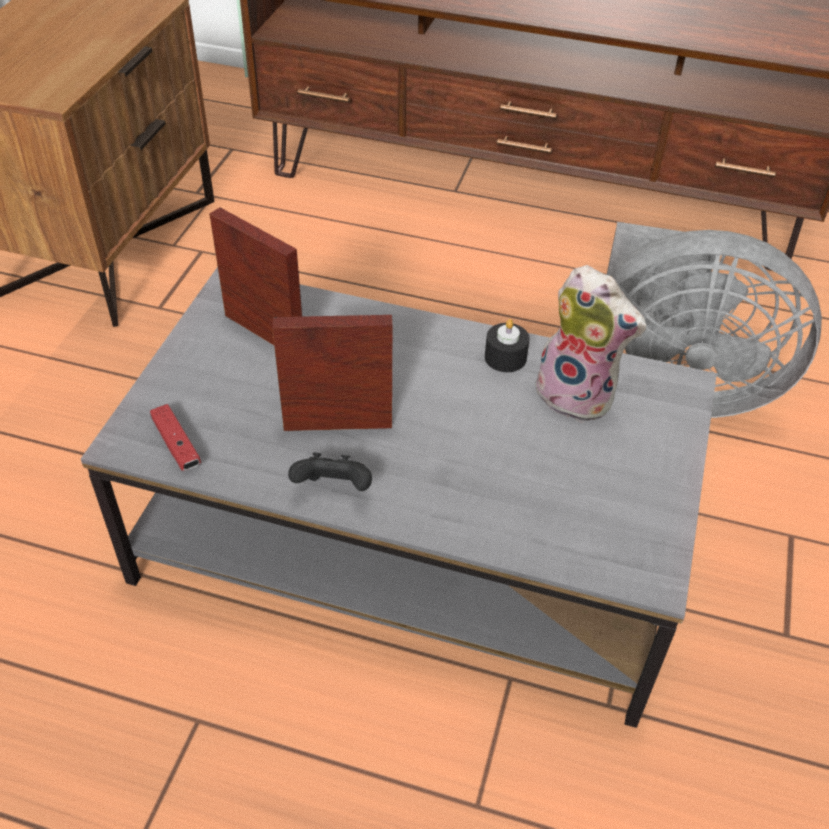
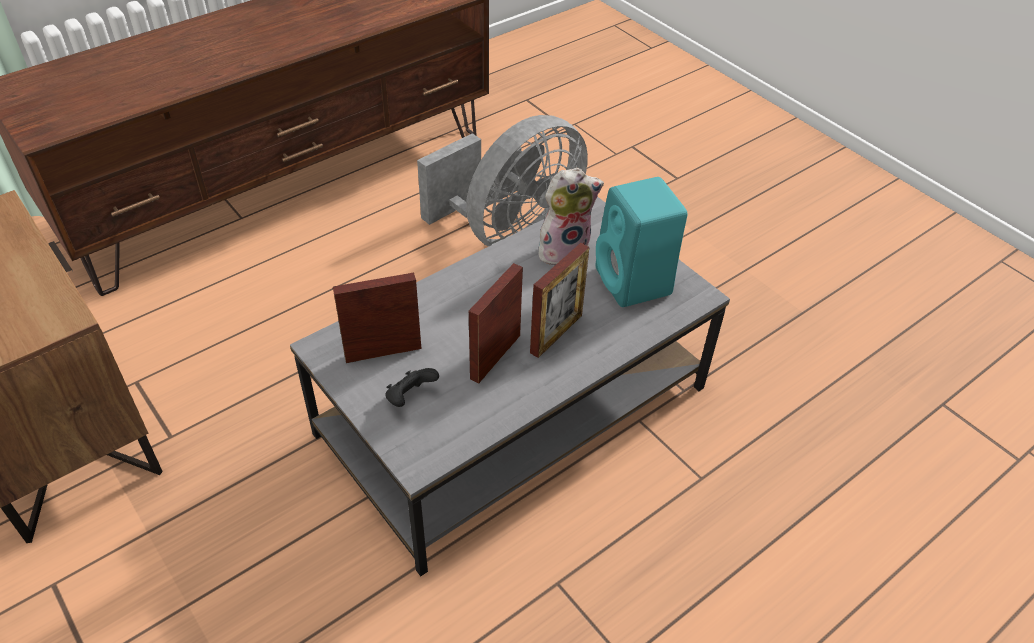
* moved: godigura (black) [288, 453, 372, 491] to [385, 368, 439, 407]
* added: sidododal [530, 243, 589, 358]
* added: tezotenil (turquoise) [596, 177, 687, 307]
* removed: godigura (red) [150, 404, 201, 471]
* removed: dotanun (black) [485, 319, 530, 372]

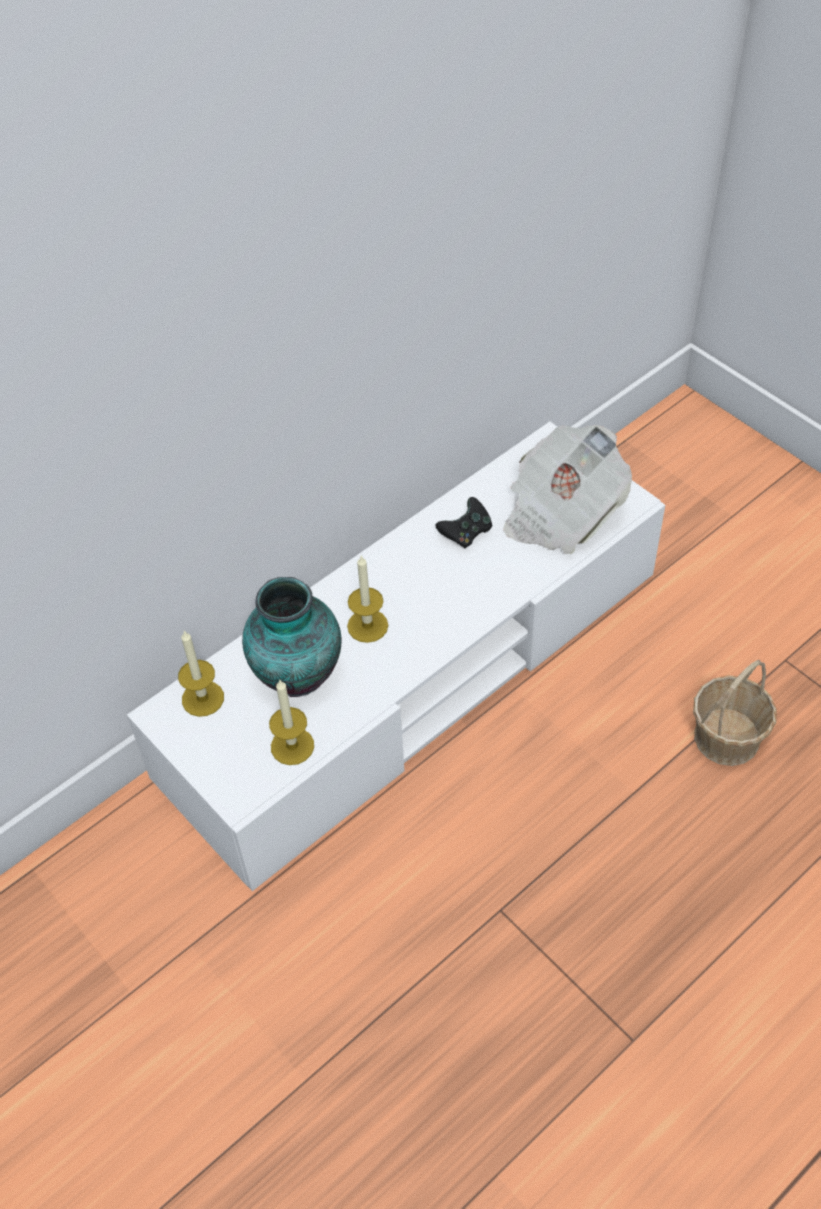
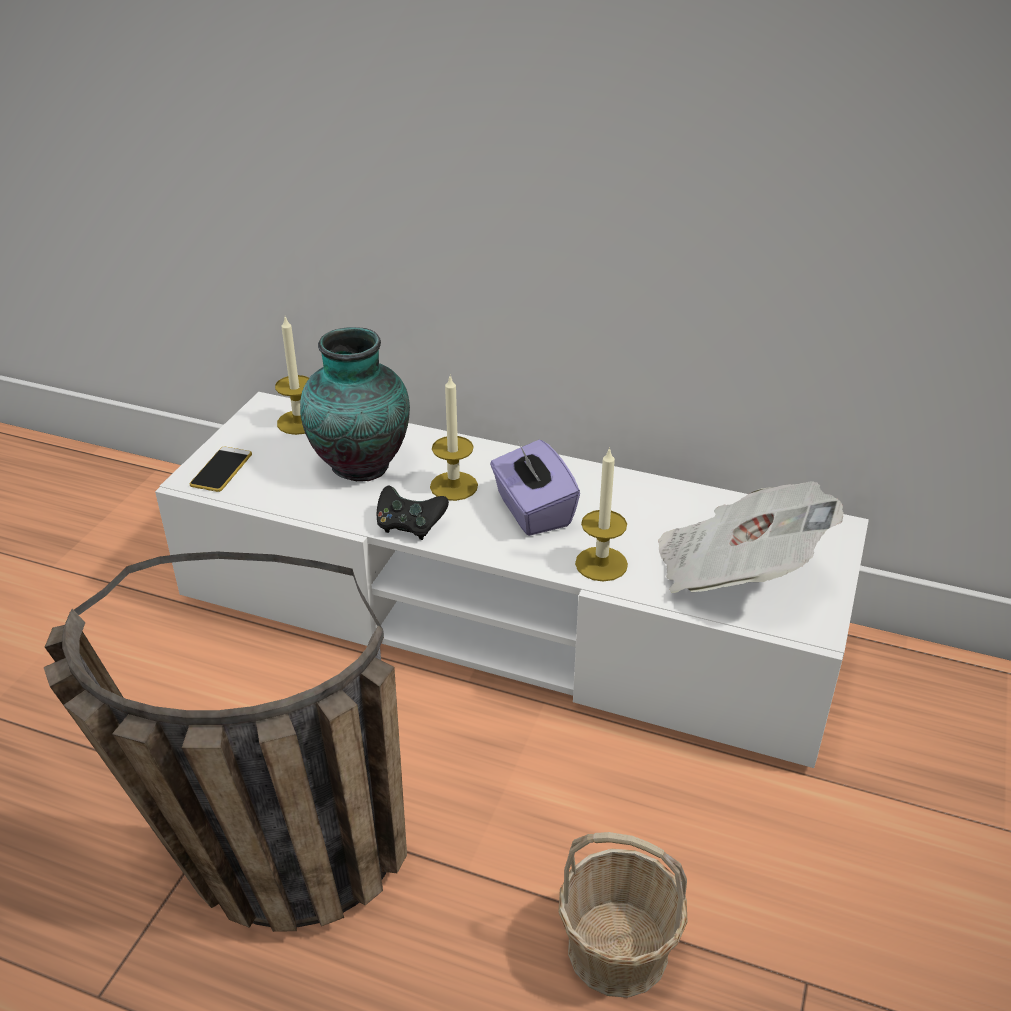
* added: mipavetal [44, 552, 407, 932]
* added: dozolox [190, 447, 252, 492]
* moved: godigura (black) [435, 497, 492, 548] to [377, 485, 449, 540]
* added: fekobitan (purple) [490, 440, 580, 536]
* moved: dotanun [269, 679, 314, 765] to [575, 447, 628, 581]

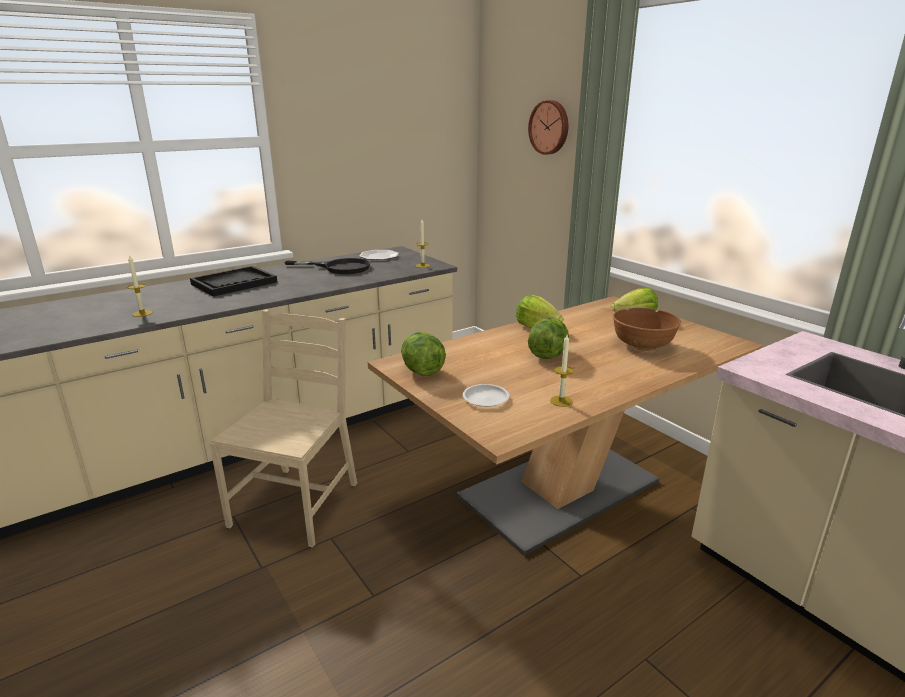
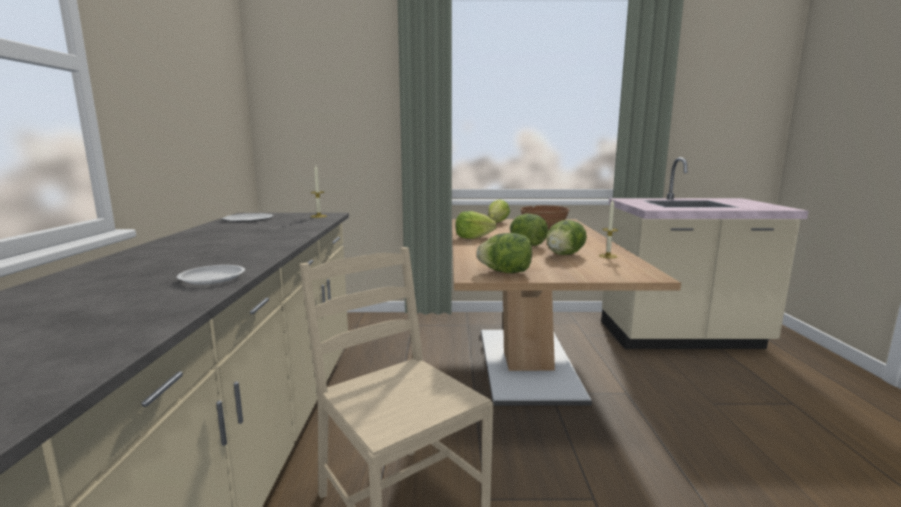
* moved: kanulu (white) [463, 384, 510, 407] to [177, 265, 245, 285]
* added: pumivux [546, 220, 587, 255]
* removed: dotanun [128, 254, 153, 317]
* removed: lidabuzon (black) [190, 266, 277, 297]
* removed: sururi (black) [284, 258, 370, 274]
* removed: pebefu [528, 100, 568, 155]

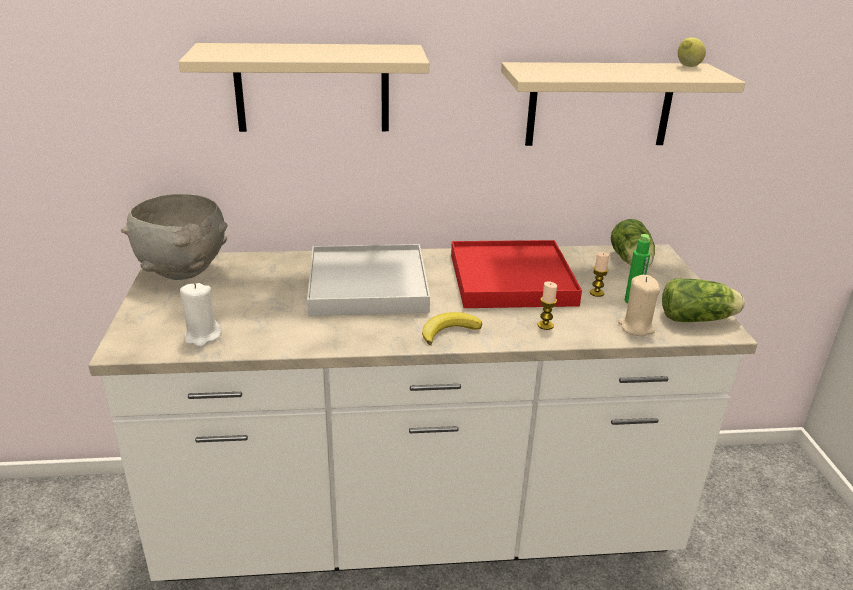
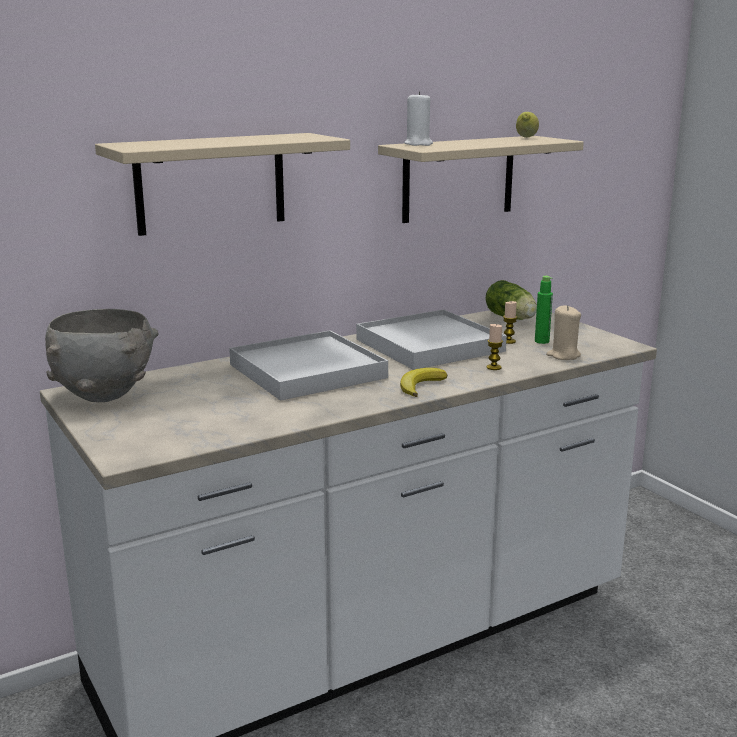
* recoloured: lidabuzon (red) [451, 240, 582, 308] to lidabuzon (white) [356, 310, 507, 370]
* moved: dotanun (white) [180, 283, 222, 347] to [404, 91, 433, 146]
* removed: pumivux [662, 279, 745, 322]

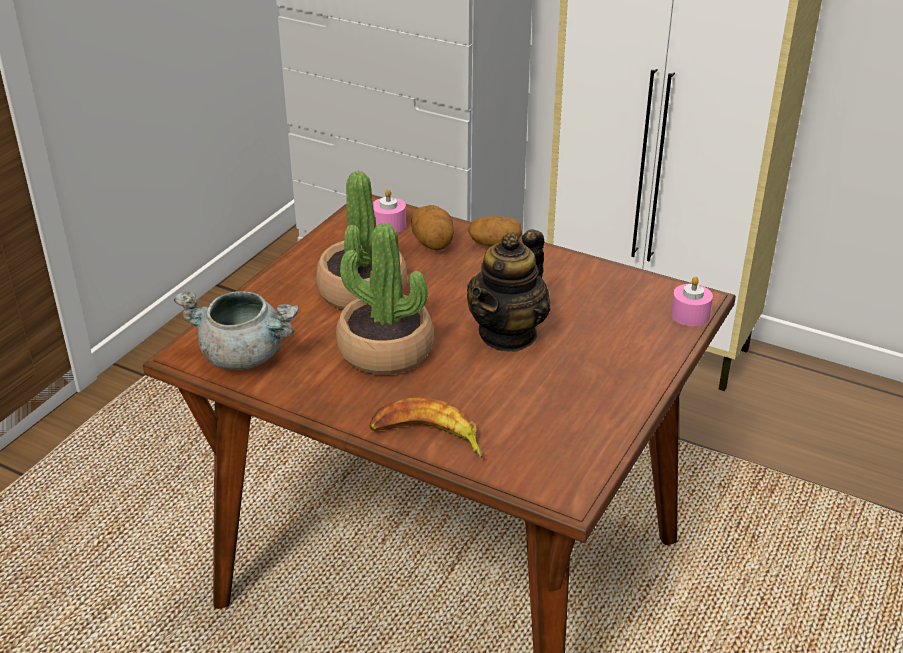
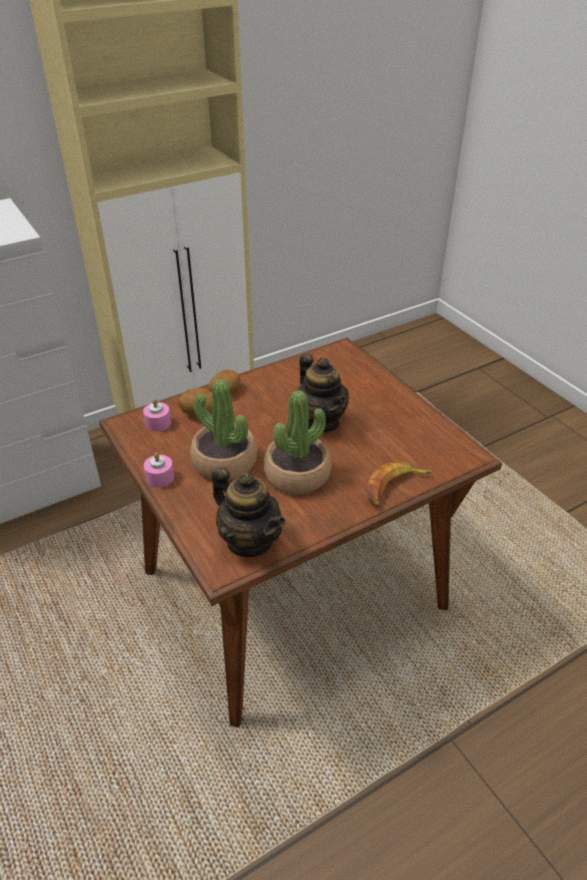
* moved: dotanun (pink) [671, 276, 713, 326] to [144, 452, 174, 487]
* replaced: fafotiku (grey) [174, 291, 299, 370] to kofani [211, 466, 285, 557]

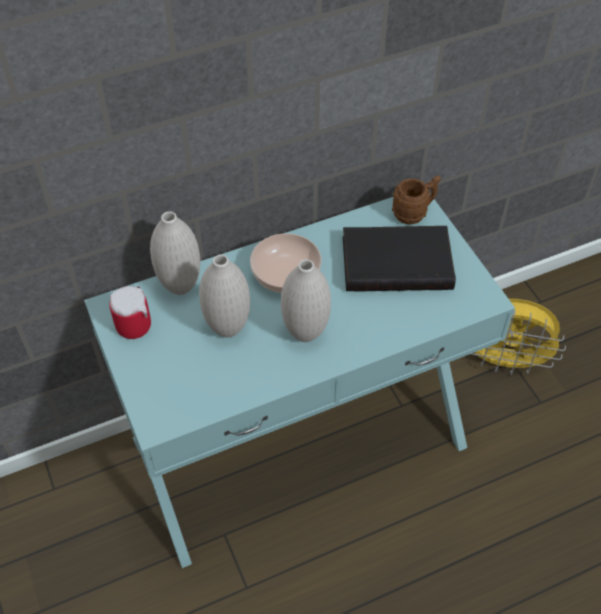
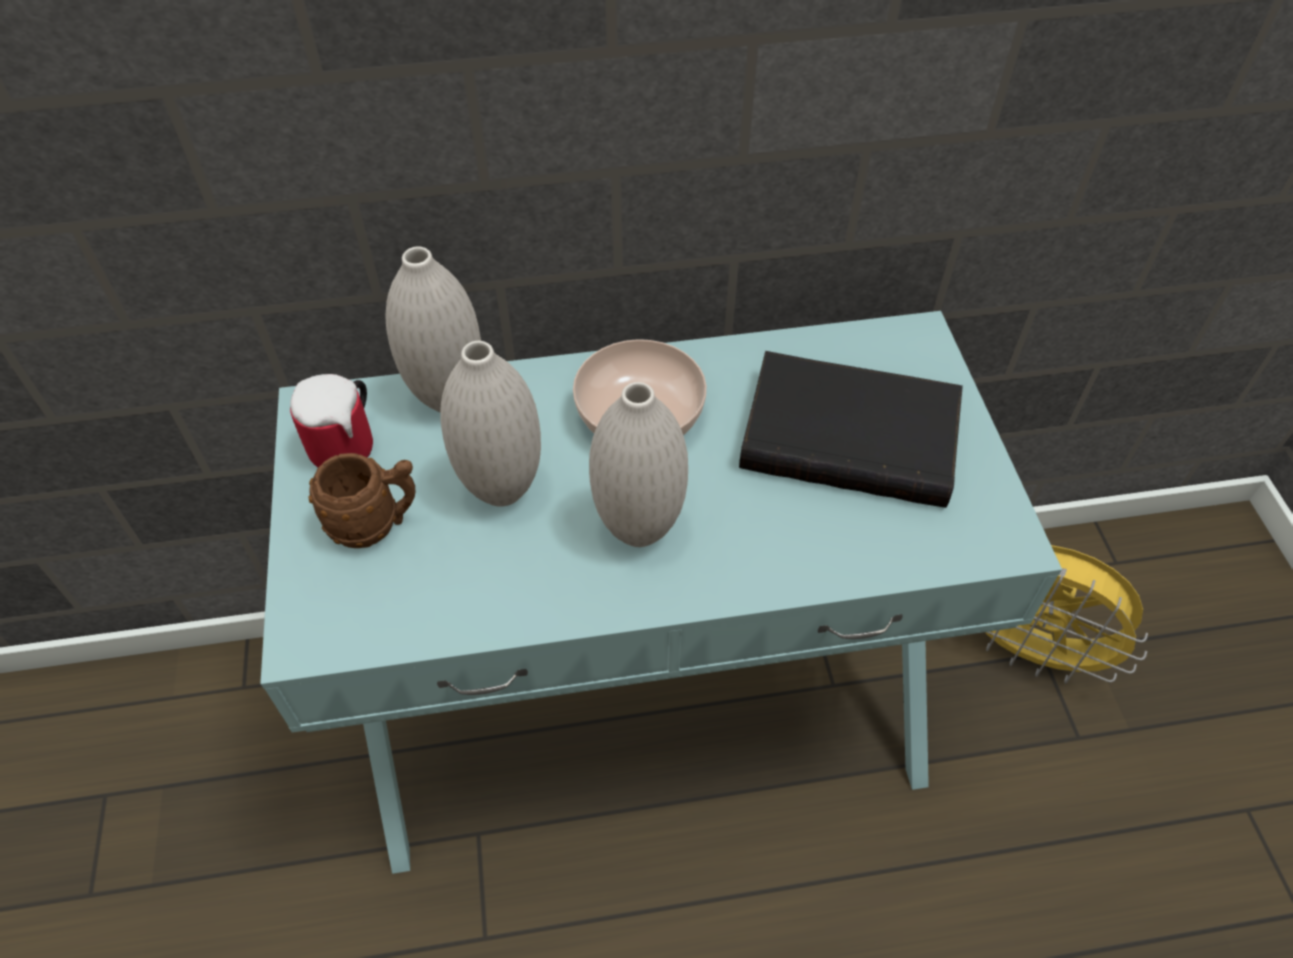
* moved: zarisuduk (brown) [392, 176, 441, 224] to [308, 453, 415, 548]

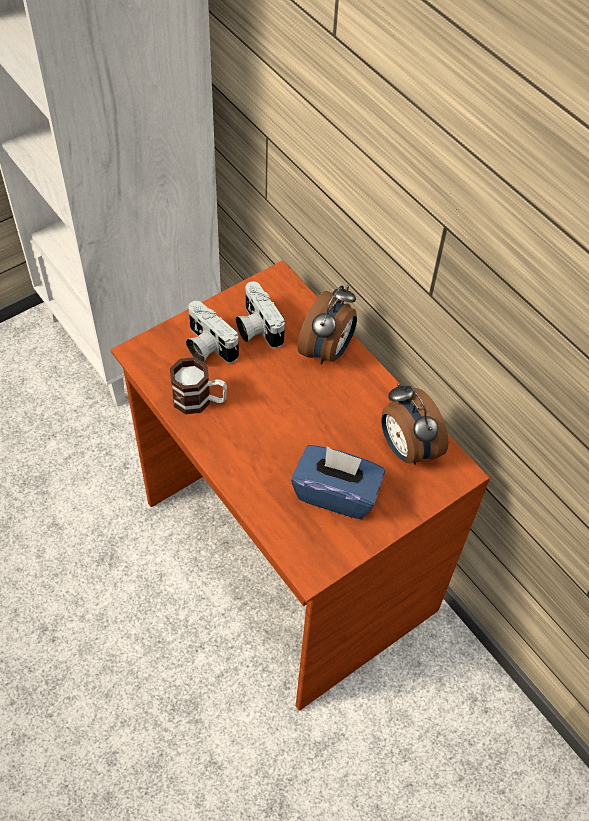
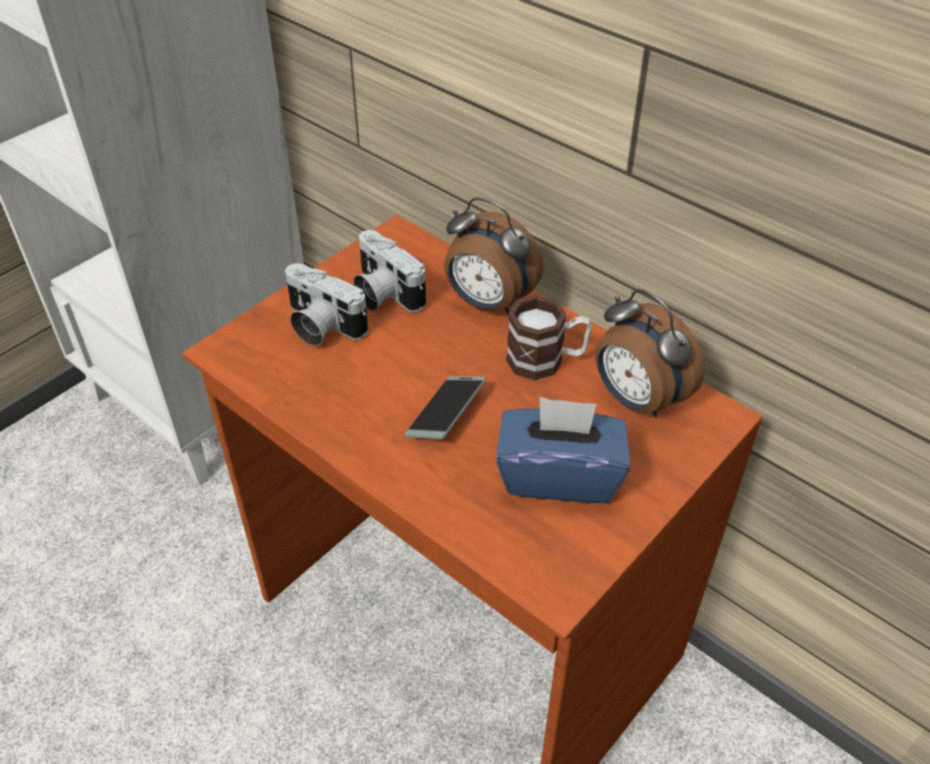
* added: dozolox [405, 376, 486, 439]
* turned: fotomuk [297, 285, 357, 365] = [444, 197, 544, 314] 105 degrees clockwise
* moved: zarisuduk [170, 357, 227, 414] to [506, 295, 592, 380]

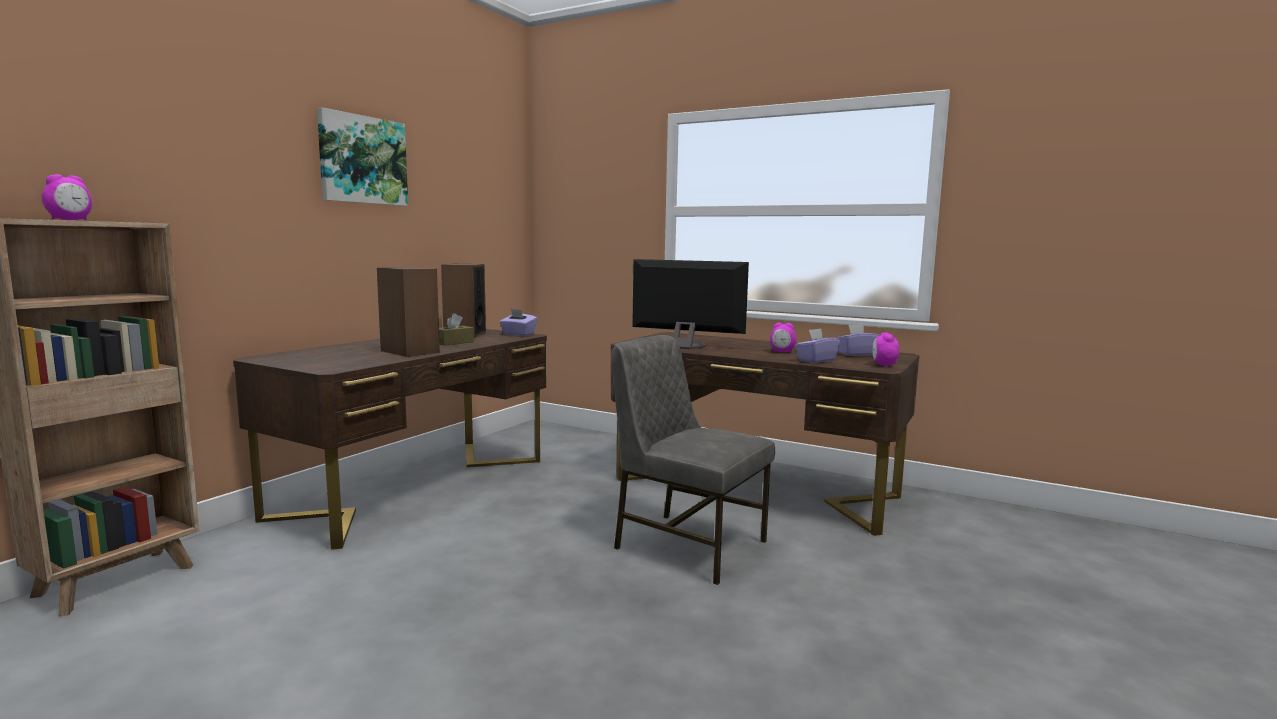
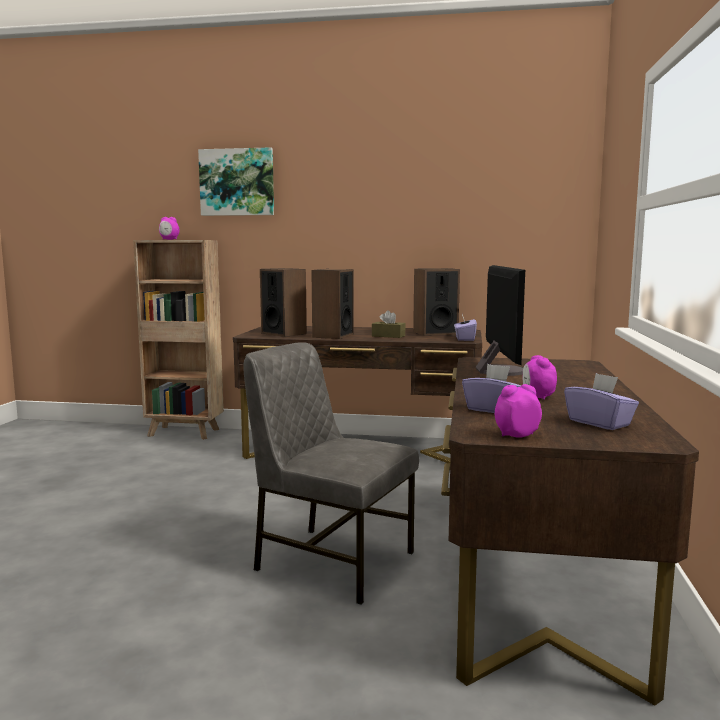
* moved: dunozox [317, 107, 408, 206] to [198, 147, 274, 216]
* turned: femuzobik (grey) [612, 335, 775, 585] = [243, 342, 419, 605] 75 degrees counterclockwise
* added: tezotenil [260, 268, 307, 337]

